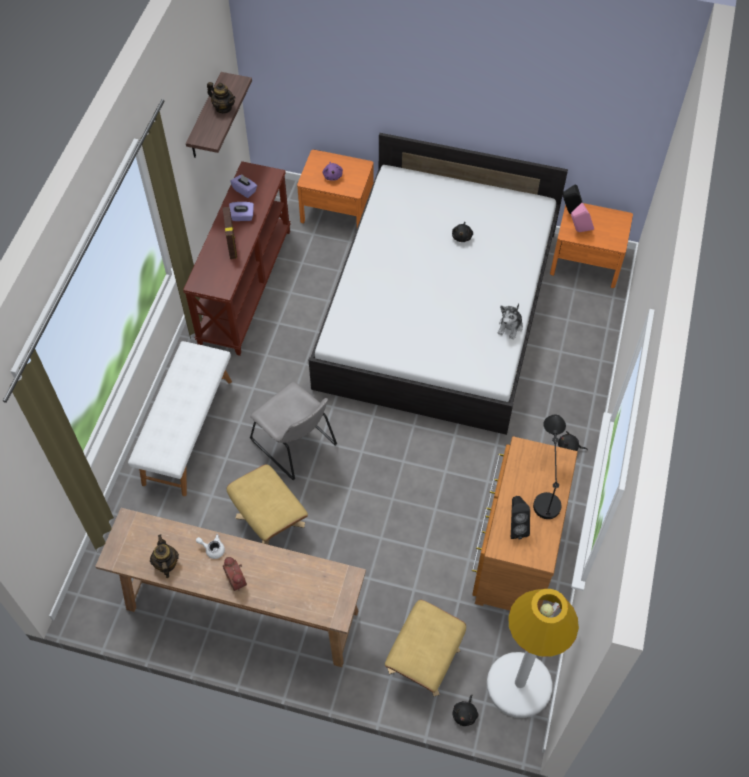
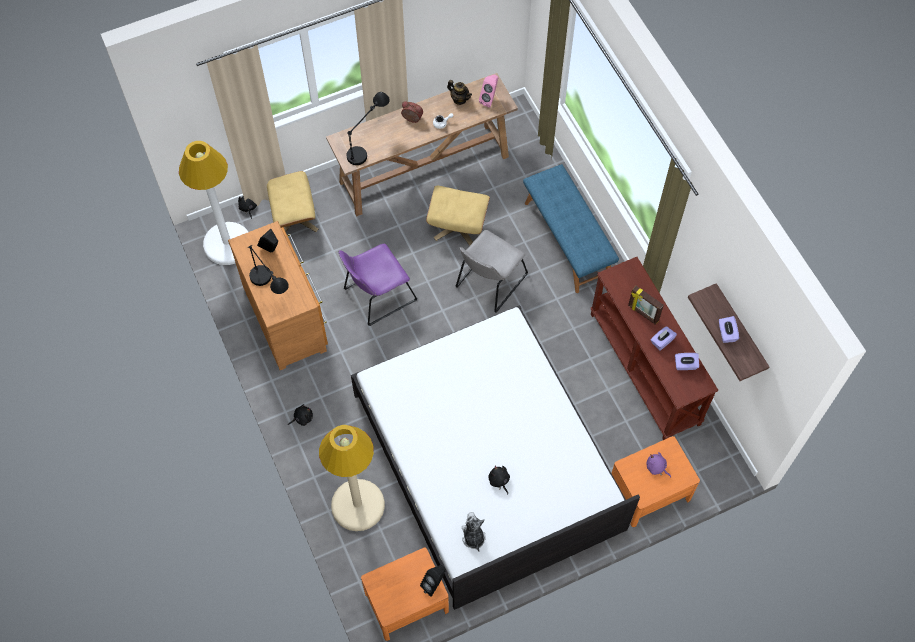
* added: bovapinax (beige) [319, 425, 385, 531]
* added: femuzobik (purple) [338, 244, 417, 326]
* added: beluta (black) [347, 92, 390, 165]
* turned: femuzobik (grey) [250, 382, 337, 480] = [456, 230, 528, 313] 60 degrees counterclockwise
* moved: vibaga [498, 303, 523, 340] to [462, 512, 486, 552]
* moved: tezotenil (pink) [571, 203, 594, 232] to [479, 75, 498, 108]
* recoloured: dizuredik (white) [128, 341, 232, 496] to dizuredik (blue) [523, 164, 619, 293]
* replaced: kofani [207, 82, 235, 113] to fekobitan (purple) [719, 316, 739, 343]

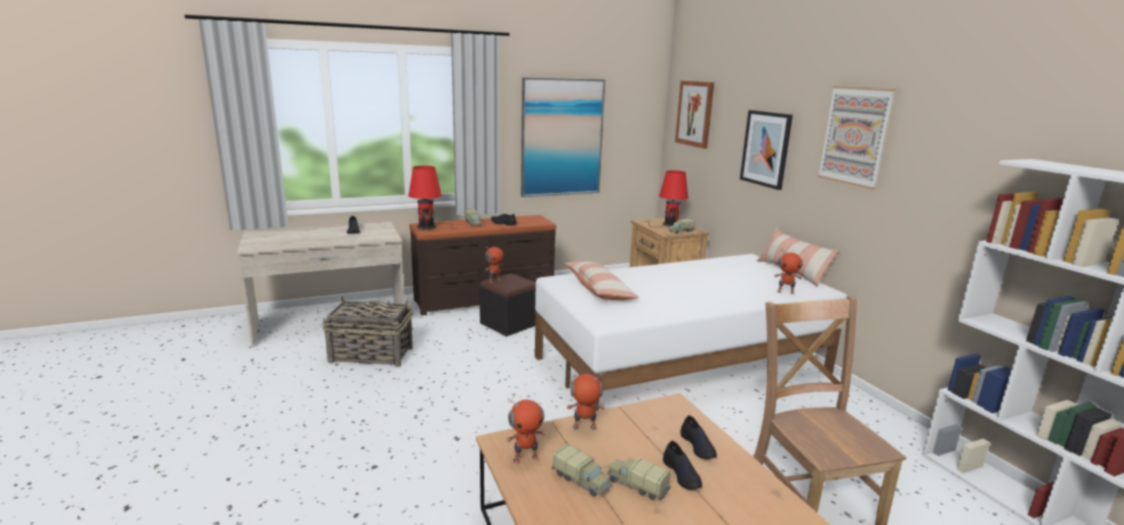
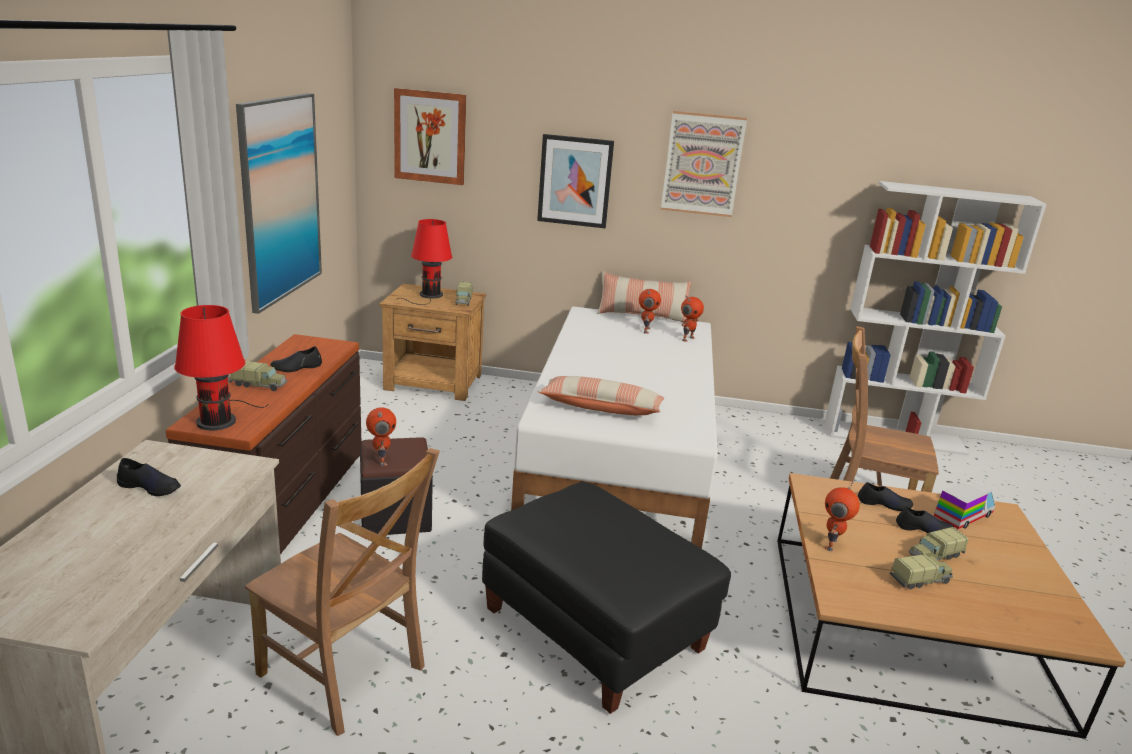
* replaced: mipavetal [322, 296, 413, 367] to femuzobik (brown) [245, 448, 440, 736]
* added: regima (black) [482, 482, 731, 714]
* moved: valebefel [506, 399, 546, 464] to [639, 289, 661, 334]
* added: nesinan [934, 482, 995, 529]

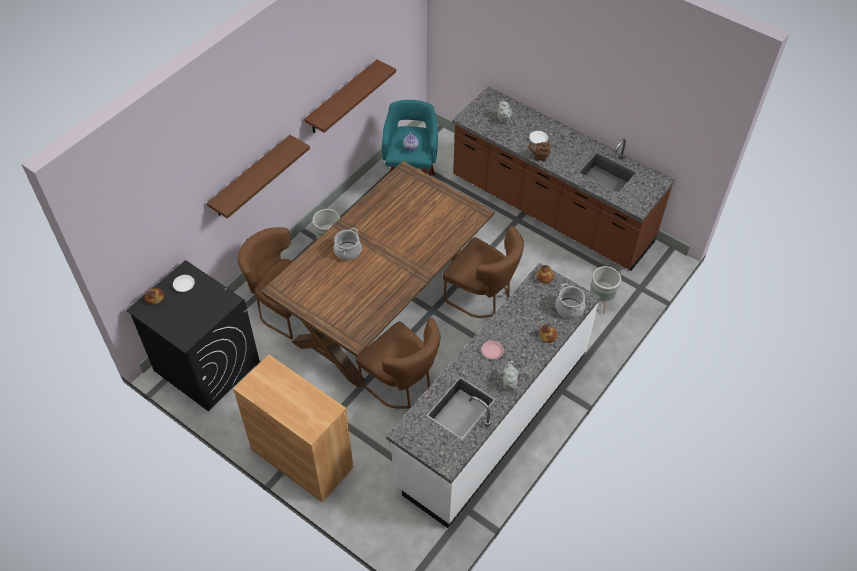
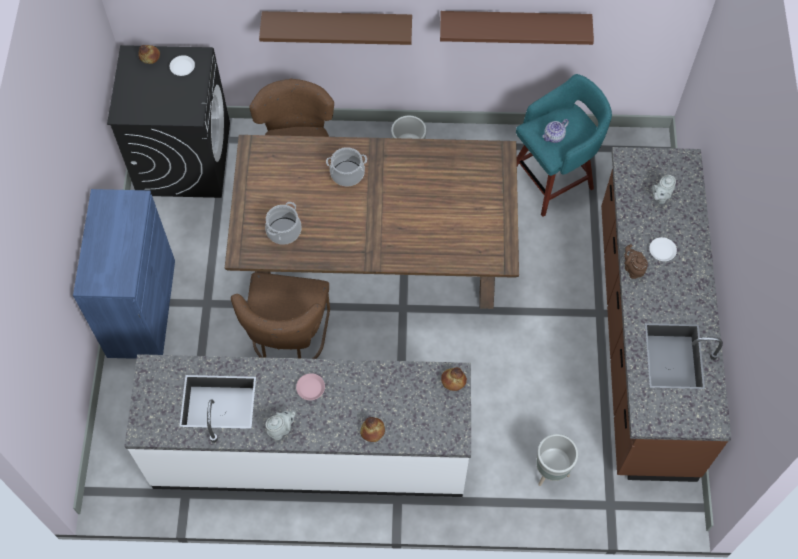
* recoloured: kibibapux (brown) [233, 354, 353, 502] to kibibapux (blue) [73, 189, 175, 359]
* moved: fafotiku [556, 283, 585, 319] to [265, 202, 302, 245]
* removed: femuzobik (brown) [443, 226, 524, 318]

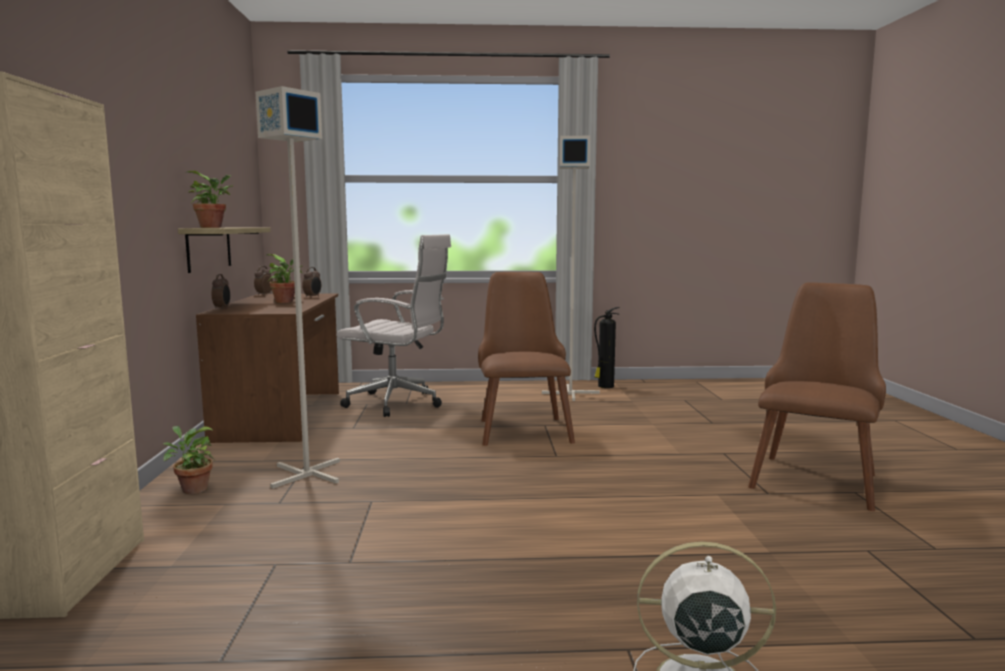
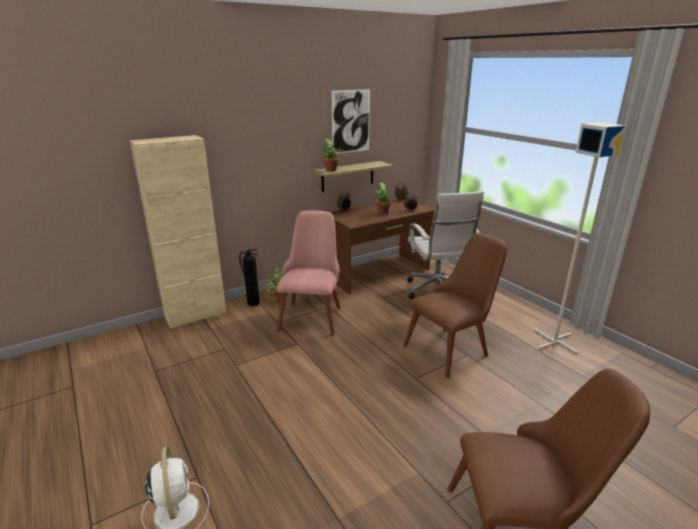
* moved: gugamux [594, 307, 620, 388] to [239, 249, 260, 306]
* replaced: bovapinax (grey) [256, 86, 340, 489] to femuzobik (pink) [276, 211, 340, 335]
* added: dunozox [331, 89, 370, 154]

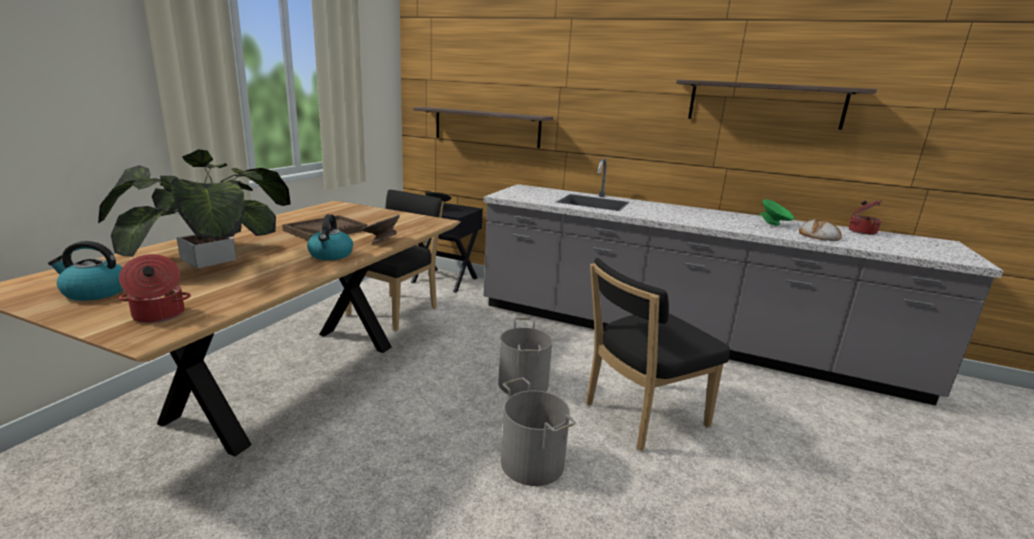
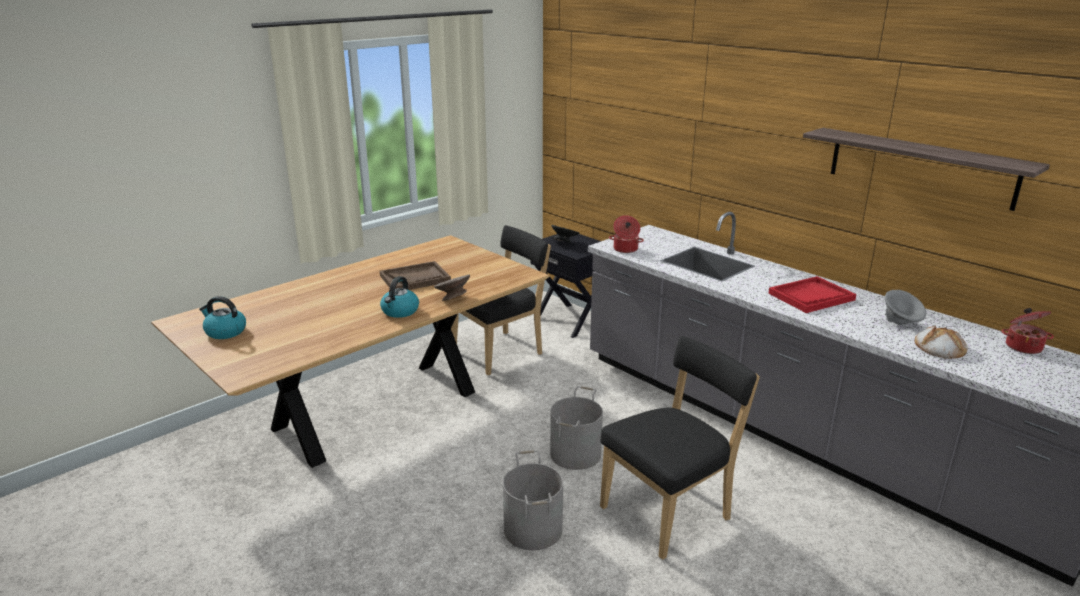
* turned: femuzobik (black) [586, 258, 730, 451] = [600, 336, 760, 560] 150 degrees clockwise
* moved: fafotiku [119, 254, 191, 323] to [609, 215, 644, 253]
* added: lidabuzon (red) [768, 276, 856, 313]
* recoloured: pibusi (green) [760, 199, 795, 226] to pibusi (grey) [885, 290, 926, 325]
* removed: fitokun [98, 149, 291, 269]
* removed: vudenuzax [413, 107, 553, 148]

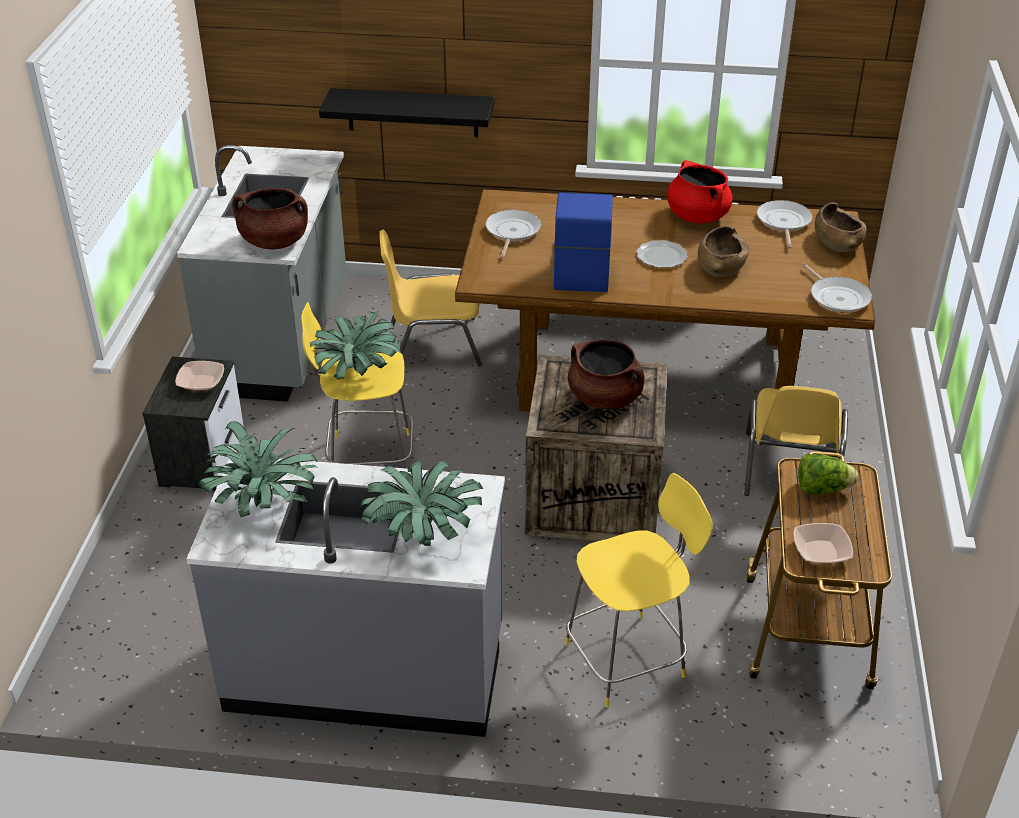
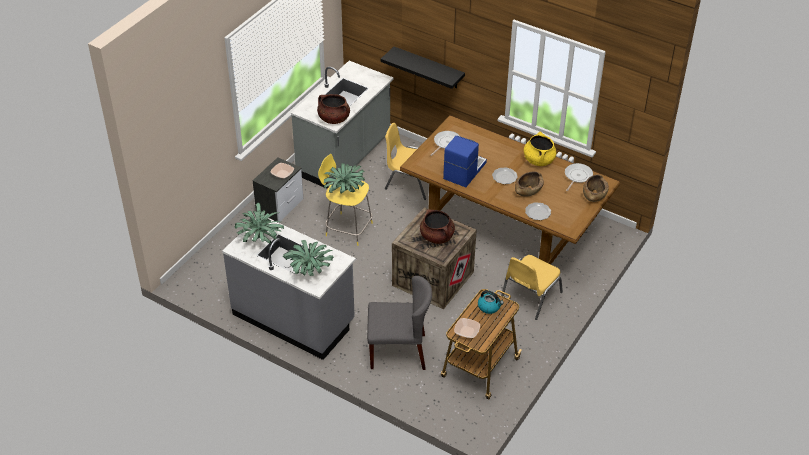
* replaced: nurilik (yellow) [565, 473, 713, 707] to femuzobik (grey) [367, 276, 432, 370]
* replaced: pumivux [798, 454, 858, 495] to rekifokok [478, 290, 504, 314]
* recoloured: fafotiku (red) [667, 160, 733, 223] to fafotiku (yellow) [524, 132, 556, 166]
* added: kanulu [525, 202, 551, 220]
* removed: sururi [802, 263, 872, 313]

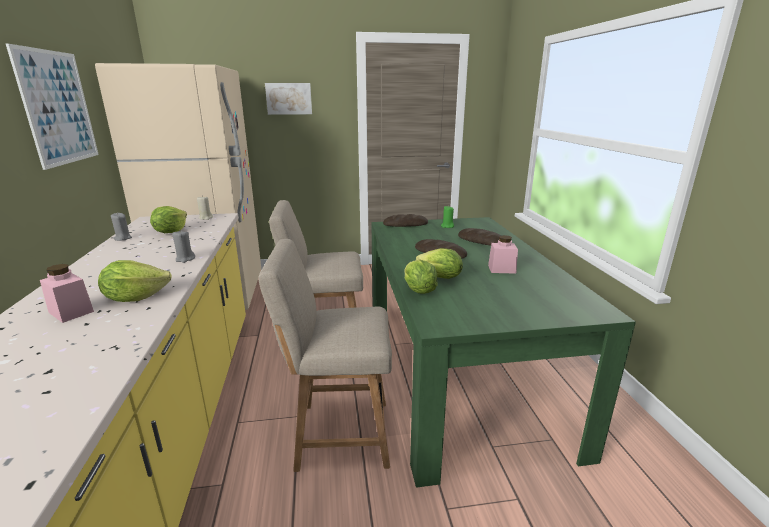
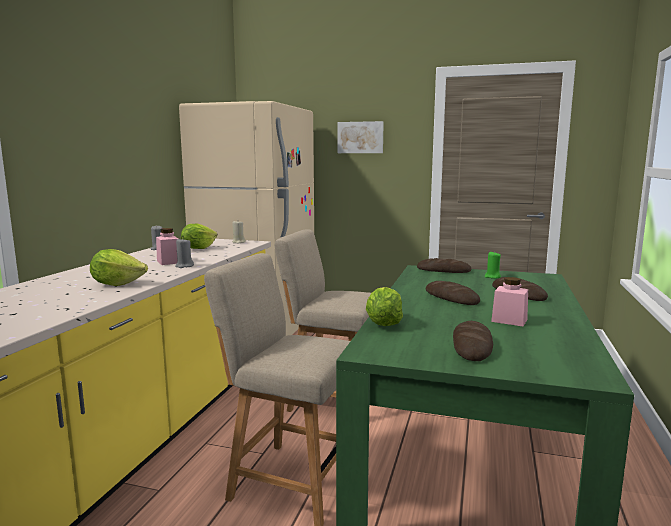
* moved: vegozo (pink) [40, 264, 94, 323] to [156, 228, 179, 265]
* added: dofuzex [453, 321, 493, 361]
* removed: dunozox [5, 43, 99, 170]
* removed: pumivux [416, 248, 463, 279]

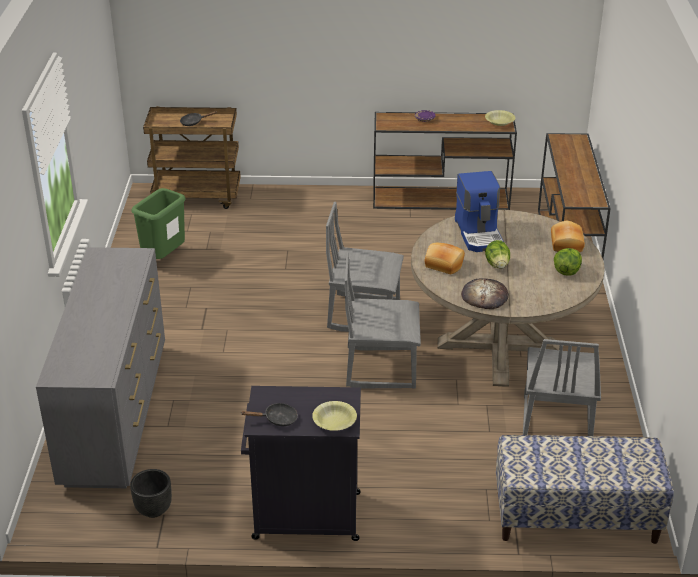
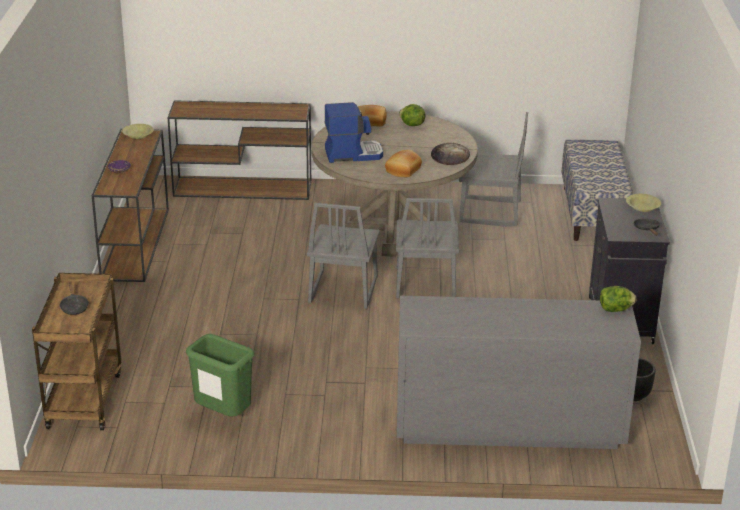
* moved: pumivux [485, 240, 510, 269] to [600, 286, 636, 312]

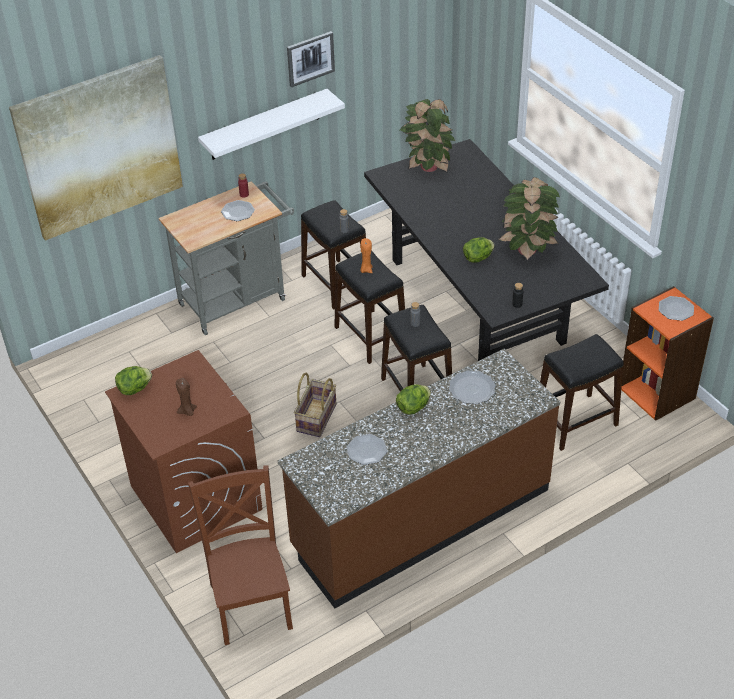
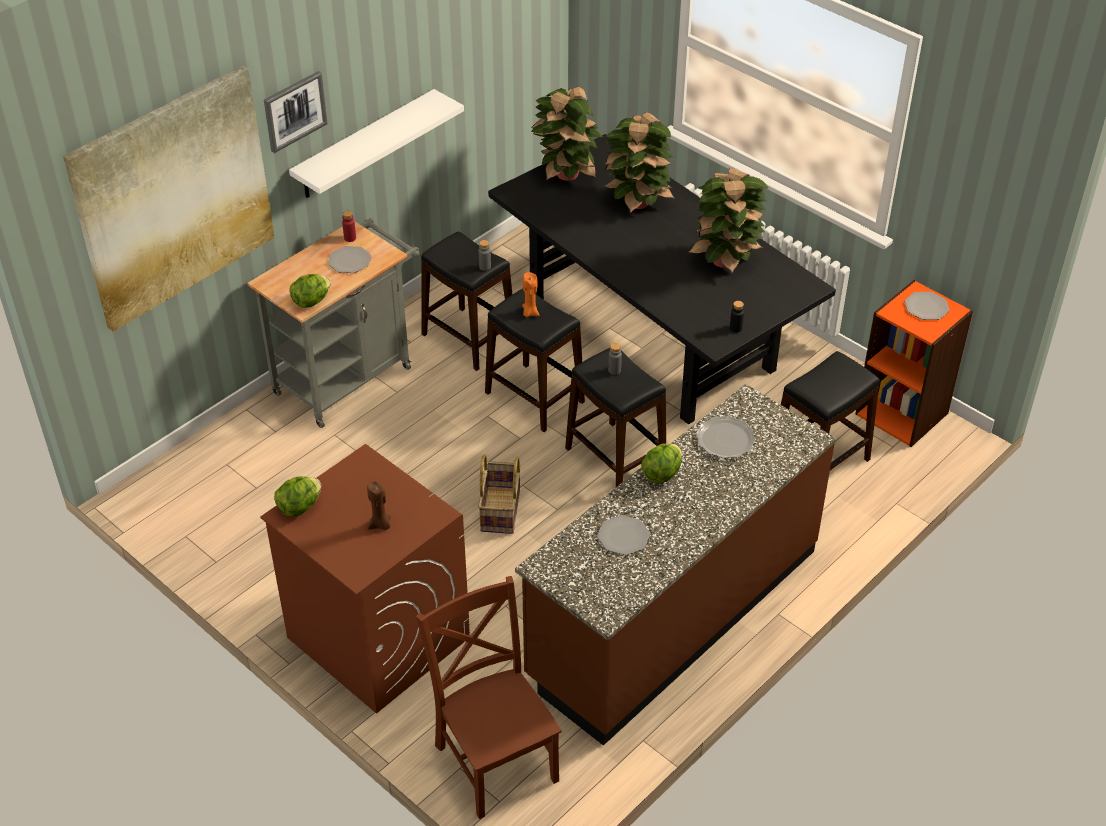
* moved: dunozox [287, 31, 335, 87] to [264, 71, 327, 153]
* moved: pumivux [463, 237, 495, 263] to [290, 274, 331, 308]
* added: fitokun [604, 112, 675, 213]

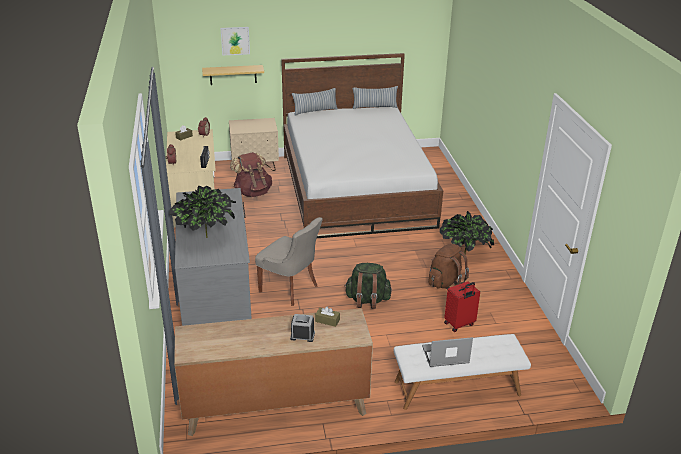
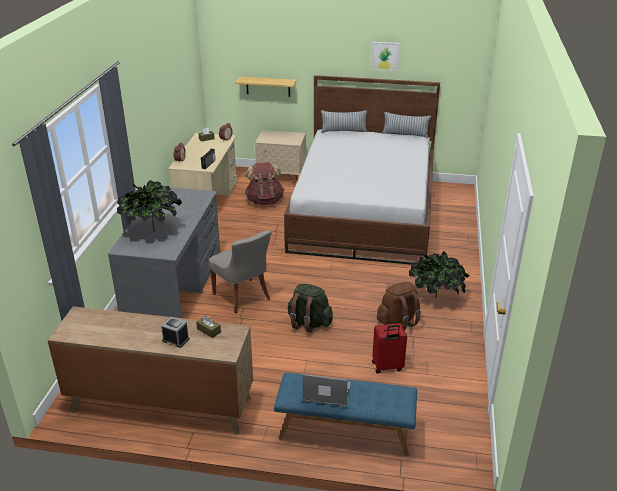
* recoloured: dizuredik (white) [394, 334, 531, 410] to dizuredik (blue) [274, 373, 417, 456]
* moved: dunozox [220, 27, 250, 55] to [371, 42, 400, 71]

